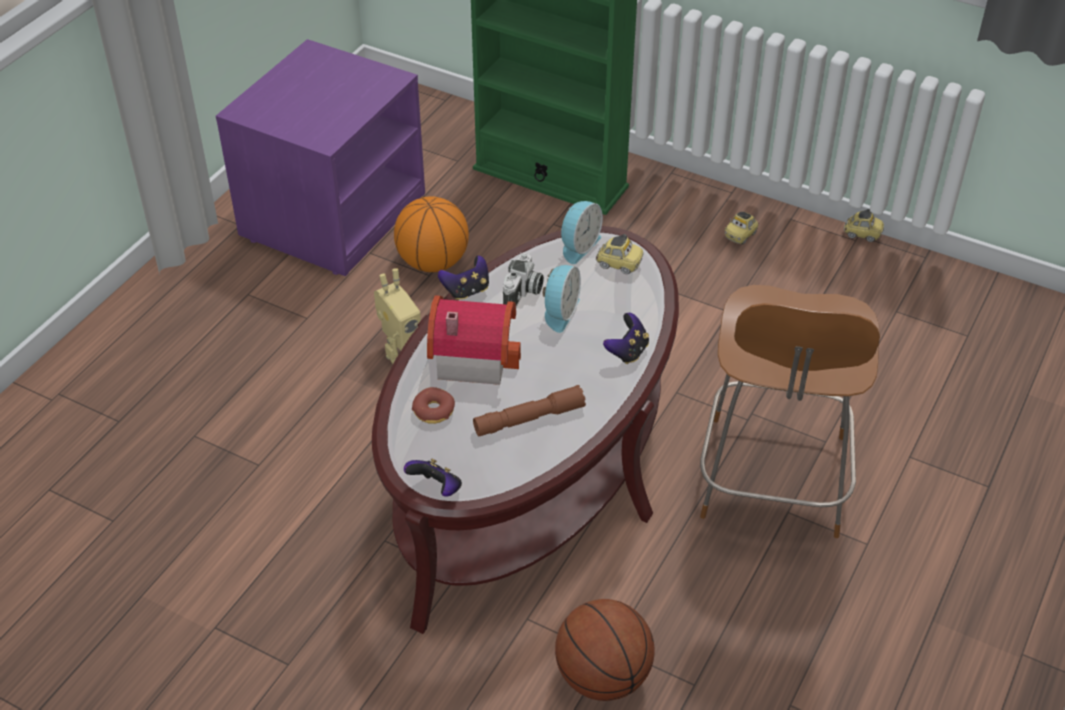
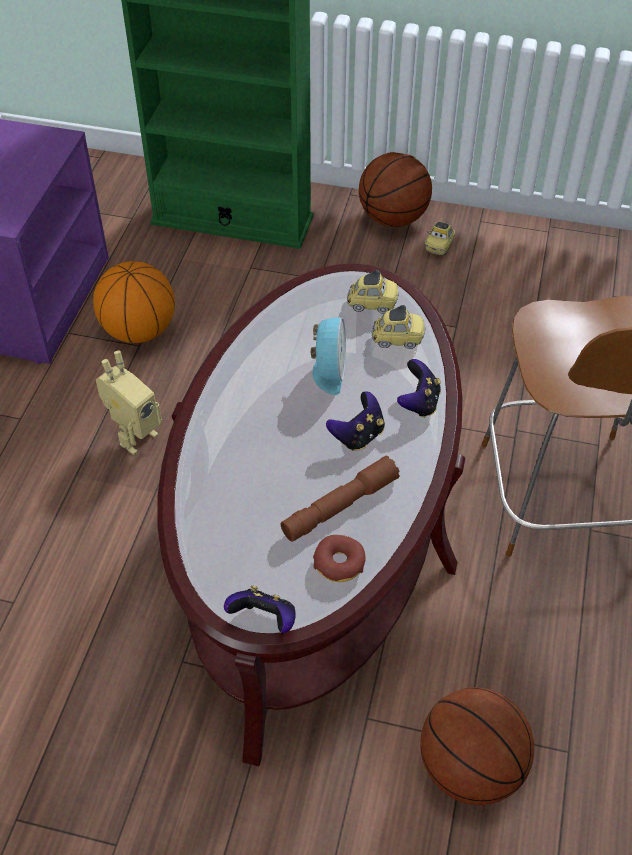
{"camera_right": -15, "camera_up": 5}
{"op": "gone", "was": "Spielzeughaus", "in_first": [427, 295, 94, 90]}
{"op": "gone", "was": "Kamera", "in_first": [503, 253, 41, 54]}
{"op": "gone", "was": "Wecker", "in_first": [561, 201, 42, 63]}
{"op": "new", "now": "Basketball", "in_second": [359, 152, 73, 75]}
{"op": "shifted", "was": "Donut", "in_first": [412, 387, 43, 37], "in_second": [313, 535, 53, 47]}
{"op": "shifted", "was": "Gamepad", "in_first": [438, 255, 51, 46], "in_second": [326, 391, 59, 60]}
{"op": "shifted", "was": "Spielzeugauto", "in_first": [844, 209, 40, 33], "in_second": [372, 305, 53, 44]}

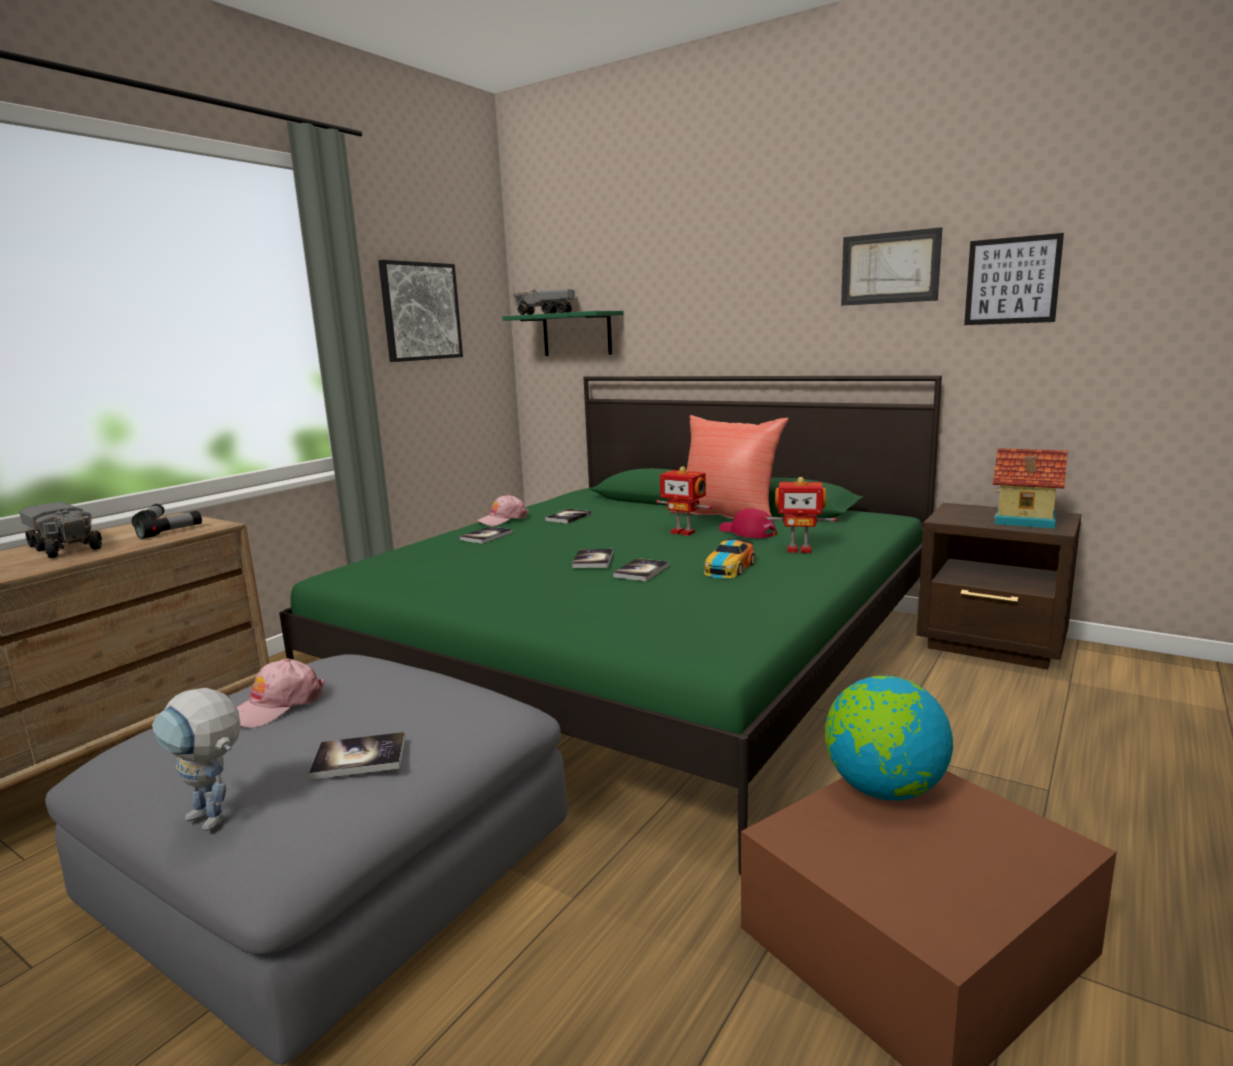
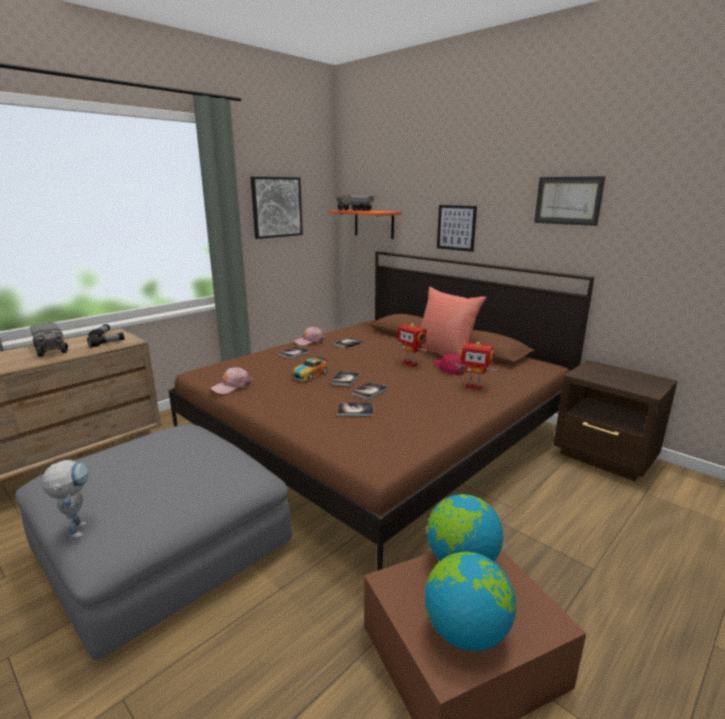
{"camera_right": 10, "camera_up": 5}
{"op": "gone", "was": "Spielzeughaus", "in_first": [993, 448, 75, 81]}
{"op": "new", "now": "Globus", "in_second": [425, 552, 91, 100]}
{"op": "shifted", "was": "Kappe/rosa", "in_first": [236, 659, 89, 69], "in_second": [210, 367, 42, 27]}
{"op": "shifted", "was": "Buch", "in_first": [309, 732, 96, 48], "in_second": [337, 403, 36, 13]}
{"op": "shifted", "was": "Spielzeugauto", "in_first": [704, 539, 51, 39], "in_second": [293, 357, 35, 24]}
{"op": "shifted", "was": "Bild", "in_first": [964, 233, 100, 92], "in_second": [437, 205, 40, 47]}
{"op": "repainted", "was": "Bett/grün", "now": "Bett/braun", "in_first": [279, 375, 663, 500], "in_second": [168, 251, 426, 320]}
{"op": "repainted", "was": "Wandregal/grün", "now": "Wandregal/orange", "in_first": [503, 311, 121, 45], "in_second": [329, 210, 73, 29]}
{"op": "rotated", "was": "Spielzeugroboter", "in_first": [152, 688, 88, 143], "in_second": [42, 460, 47, 78], "clockwise": -150}

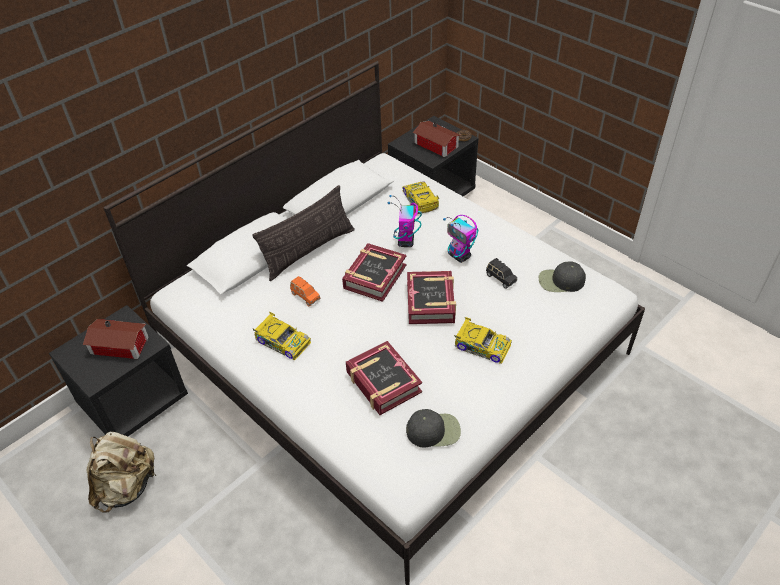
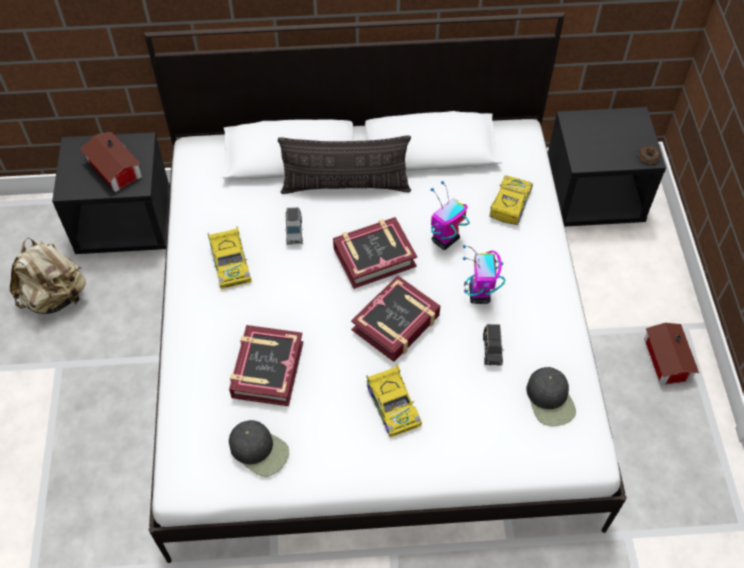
{"camera_right": 40, "camera_up": 10}
{"op": "shifted", "was": "Spielzeughaus", "in_first": [413, 121, 47, 36], "in_second": [644, 323, 55, 62]}
{"op": "repainted", "was": "Spielzeugauto/orange", "now": "Spielzeugauto/grau", "in_first": [290, 276, 31, 31], "in_second": [285, 207, 18, 38]}
{"op": "rotated", "was": "Kappe/schwarz", "in_first": [539, 262, 47, 30], "in_second": [526, 367, 50, 59], "clockwise": -150}

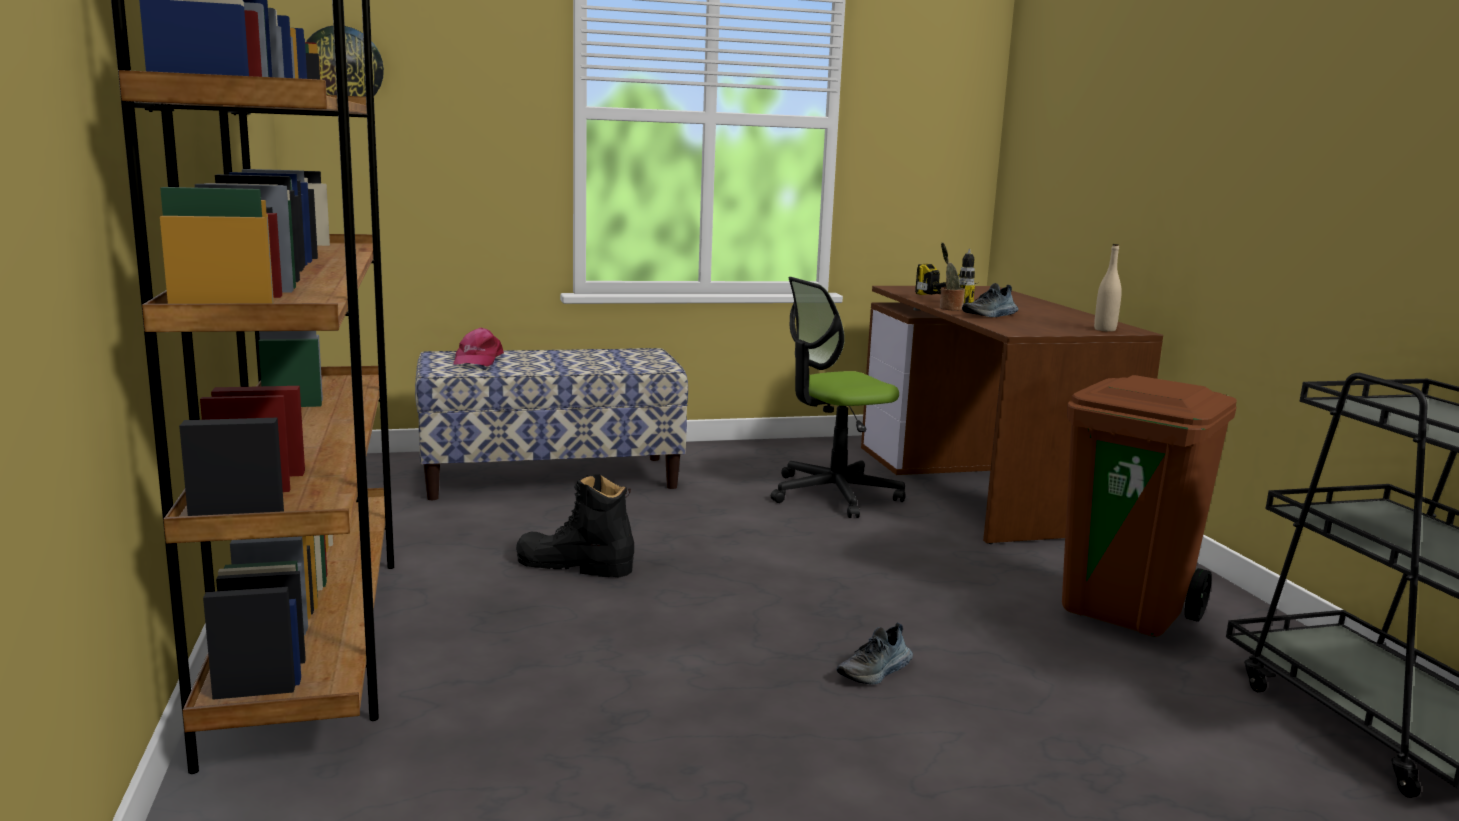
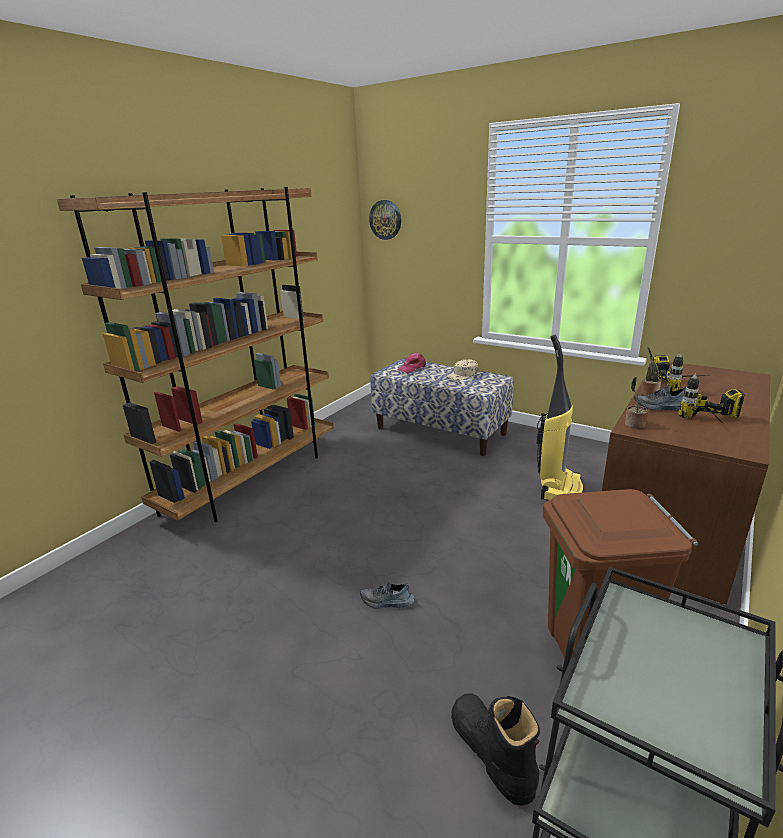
{"camera_right": 50, "camera_up": 10}
{"op": "gone", "was": "Flasche/beige", "in_first": [1094, 244, 28, 88]}
{"op": "new", "now": "Kappe/beige", "in_second": [445, 359, 33, 21]}
{"op": "new", "now": "Topfpflanze", "in_second": [625, 377, 23, 52]}
{"op": "new", "now": "Bohrmaschine", "in_second": [678, 374, 67, 47]}
{"op": "shifted", "was": "Stiefel/schwarz", "in_first": [516, 474, 118, 103], "in_second": [451, 693, 89, 113]}
{"op": "swapped", "was": "Bürostuhl", "now": "Staubsauger", "in_first": [771, 277, 135, 241], "in_second": [537, 335, 47, 166]}

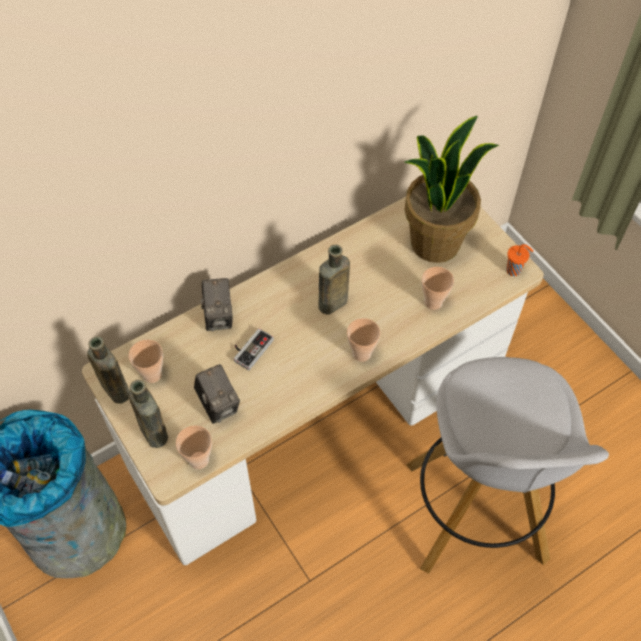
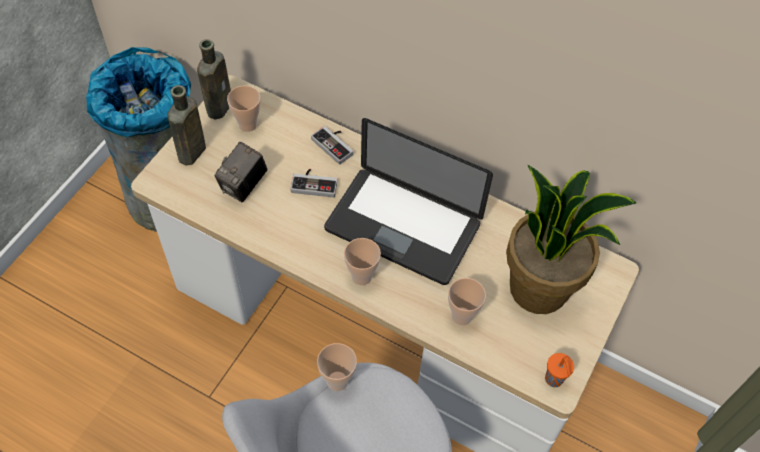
{"camera_right": 60, "camera_up": 0}
{"op": "shifted", "was": "Tasse", "in_first": [176, 425, 36, 44], "in_second": [317, 343, 40, 48]}
{"op": "swapped", "was": "Kamera", "now": "Gamepad", "in_first": [201, 278, 32, 53], "in_second": [311, 126, 43, 39]}
{"op": "swapped", "was": "Flasche/braun", "now": "Laptop", "in_first": [318, 244, 32, 71], "in_second": [324, 118, 169, 167]}

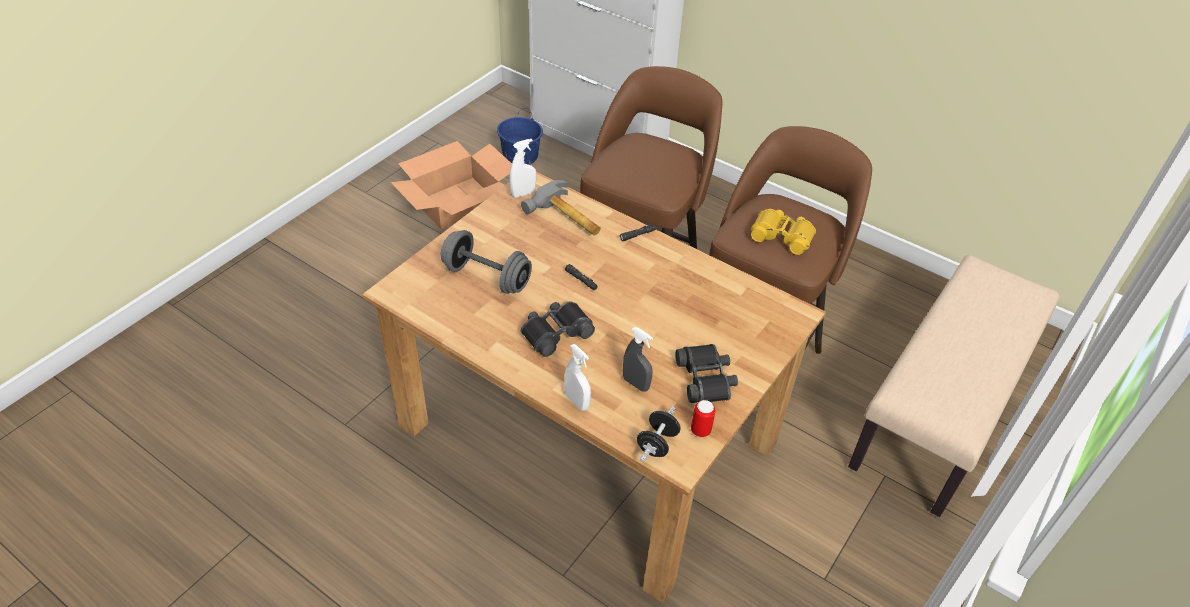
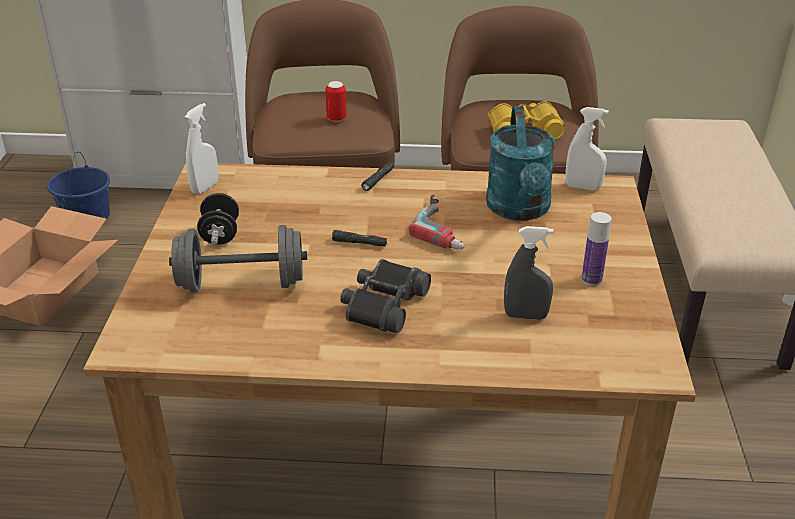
{"camera_right": -30, "camera_up": -10}
{"op": "gone", "was": "Hammer", "in_first": [521, 180, 80, 55]}
{"op": "new", "now": "Bohrmaschine", "in_second": [409, 194, 56, 56]}
{"op": "new", "now": "Gießkanne/türkis", "in_second": [486, 106, 70, 115]}
{"op": "shifted", "was": "Sprühflasche/weiß", "in_first": [564, 344, 27, 67], "in_second": [566, 107, 43, 83]}
{"op": "shifted", "was": "Hantel/schwarz", "in_first": [637, 406, 44, 56], "in_second": [197, 193, 42, 52]}
{"op": "shifted", "was": "Dose", "in_first": [691, 400, 25, 37], "in_second": [326, 81, 21, 41]}
{"op": "swapped", "was": "Fernglas/schwarz", "now": "Flasche", "in_first": [675, 344, 63, 59], "in_second": [581, 212, 30, 74]}

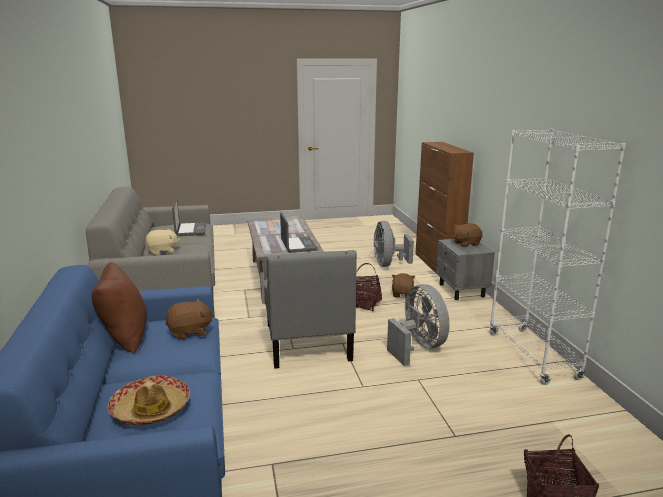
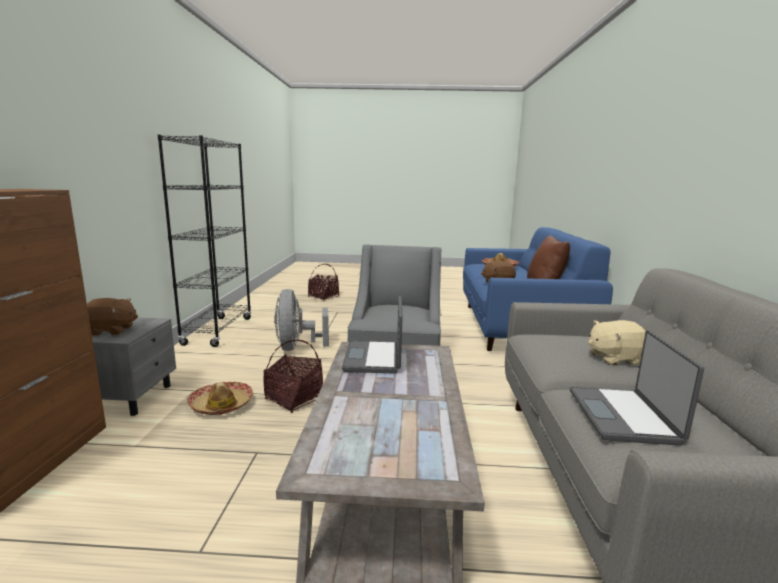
{"camera_right": -165, "camera_up": -5}
{"op": "gone", "was": "Ventilator/grau", "in_first": [374, 221, 40, 46]}
{"op": "swapped", "was": "Plüschtier/braun", "now": "Hut", "in_first": [391, 273, 24, 24], "in_second": [187, 382, 66, 33]}
{"op": "repainted", "was": "Bücherregal/weiß", "now": "Bücherregal/schwarz", "in_first": [489, 129, 137, 256], "in_second": [157, 135, 95, 212]}

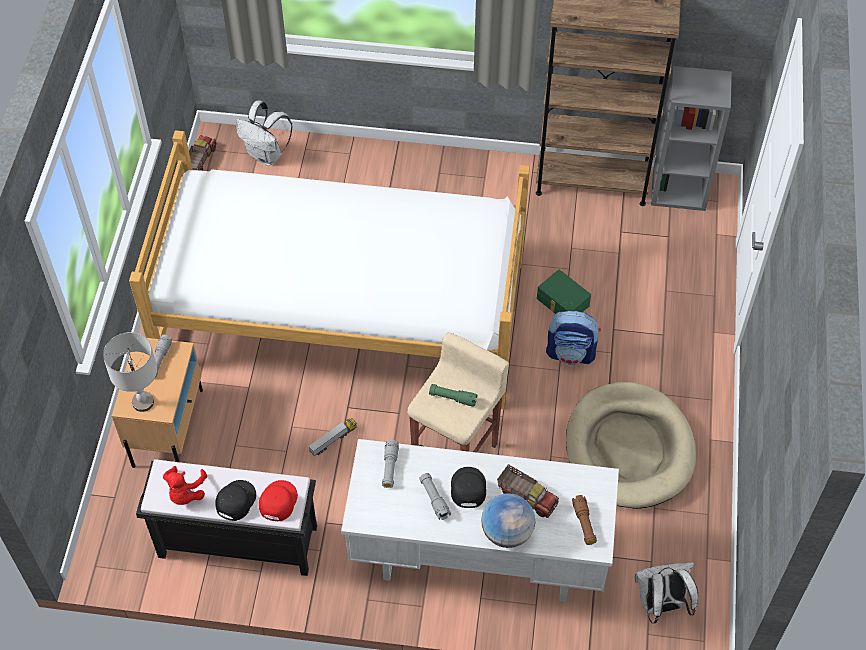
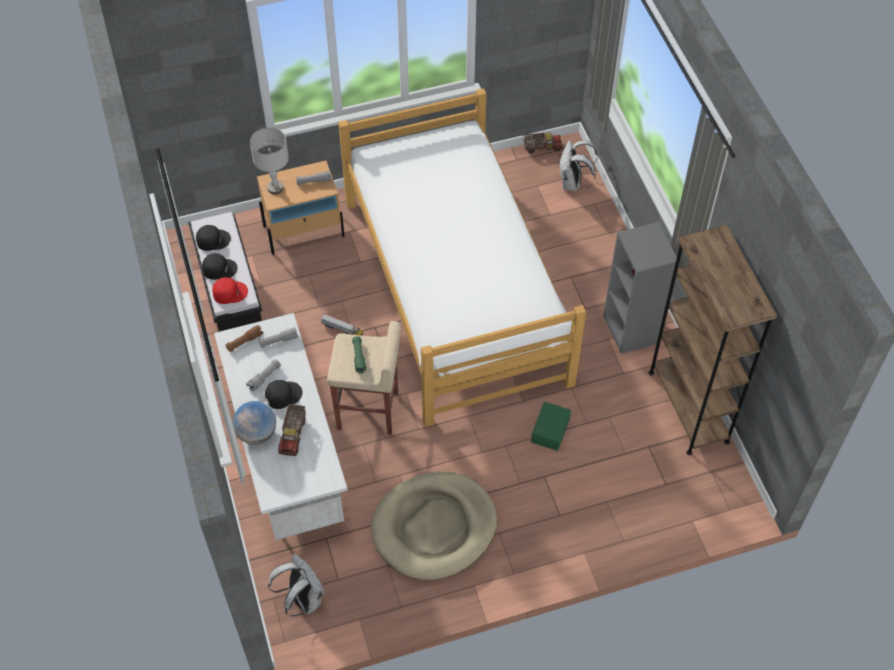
{"camera_right": 65, "camera_up": 0}
{"op": "gone", "was": "Rucksack", "in_first": [546, 311, 55, 54]}
{"op": "shifted", "was": "Taschenlampe/braun", "in_first": [572, 495, 25, 50], "in_second": [226, 325, 37, 27]}
{"op": "shifted", "was": "Bücherregal/grau", "in_first": [651, 66, 81, 145], "in_second": [603, 222, 74, 132]}
{"op": "swapped", "was": "Plüschtier/rot", "now": "Kappe/schwarz", "in_first": [163, 466, 44, 39], "in_second": [196, 225, 35, 26]}

